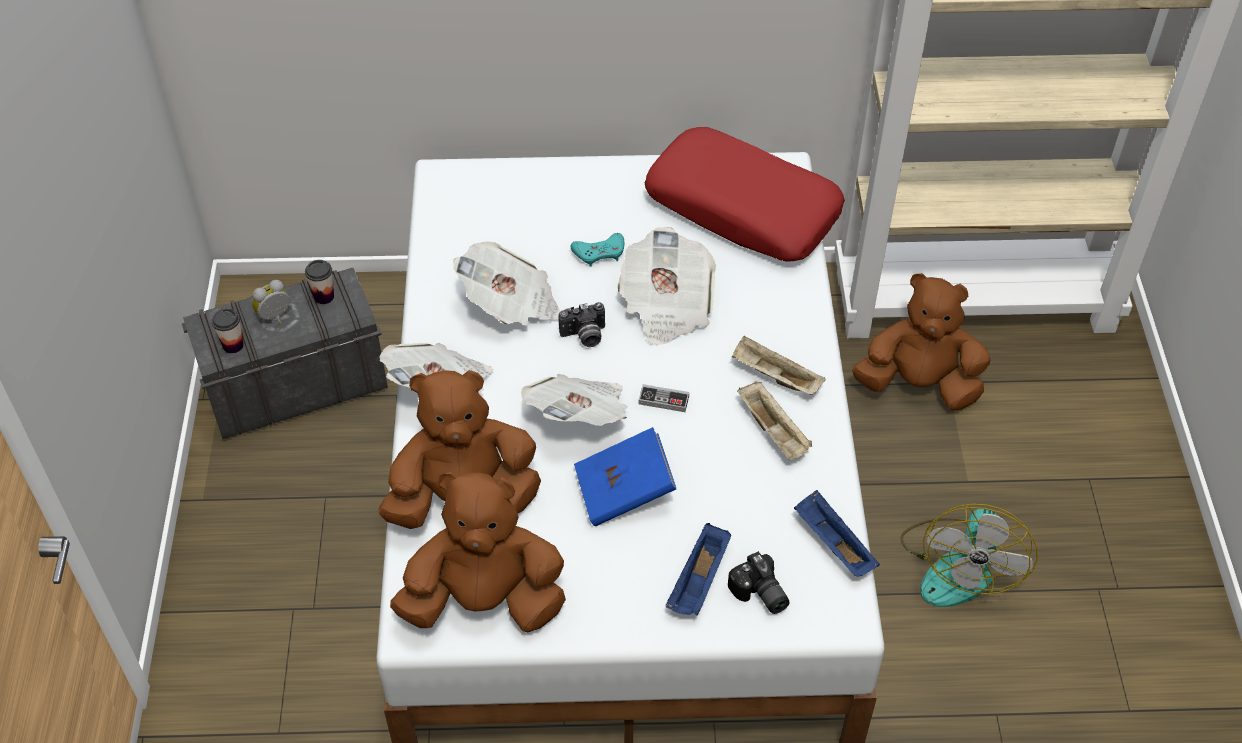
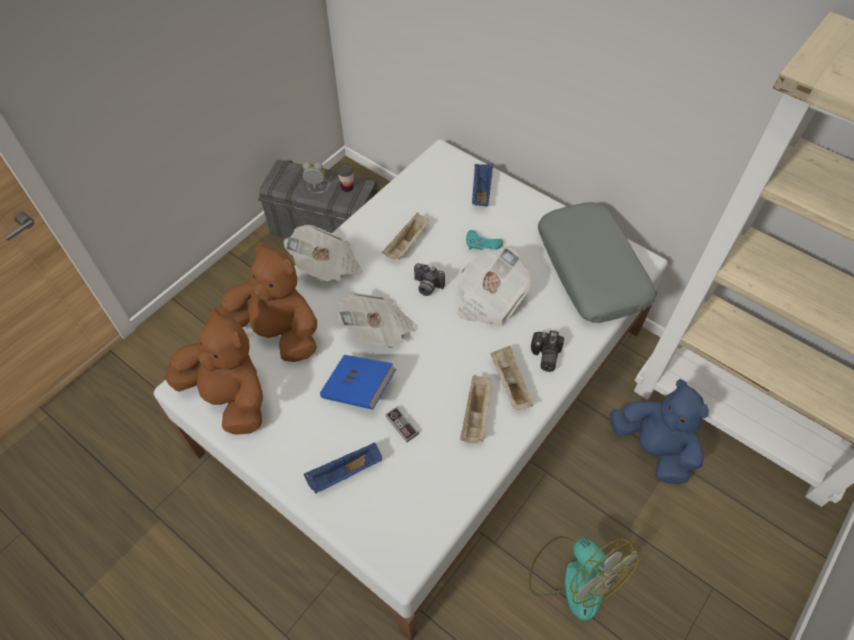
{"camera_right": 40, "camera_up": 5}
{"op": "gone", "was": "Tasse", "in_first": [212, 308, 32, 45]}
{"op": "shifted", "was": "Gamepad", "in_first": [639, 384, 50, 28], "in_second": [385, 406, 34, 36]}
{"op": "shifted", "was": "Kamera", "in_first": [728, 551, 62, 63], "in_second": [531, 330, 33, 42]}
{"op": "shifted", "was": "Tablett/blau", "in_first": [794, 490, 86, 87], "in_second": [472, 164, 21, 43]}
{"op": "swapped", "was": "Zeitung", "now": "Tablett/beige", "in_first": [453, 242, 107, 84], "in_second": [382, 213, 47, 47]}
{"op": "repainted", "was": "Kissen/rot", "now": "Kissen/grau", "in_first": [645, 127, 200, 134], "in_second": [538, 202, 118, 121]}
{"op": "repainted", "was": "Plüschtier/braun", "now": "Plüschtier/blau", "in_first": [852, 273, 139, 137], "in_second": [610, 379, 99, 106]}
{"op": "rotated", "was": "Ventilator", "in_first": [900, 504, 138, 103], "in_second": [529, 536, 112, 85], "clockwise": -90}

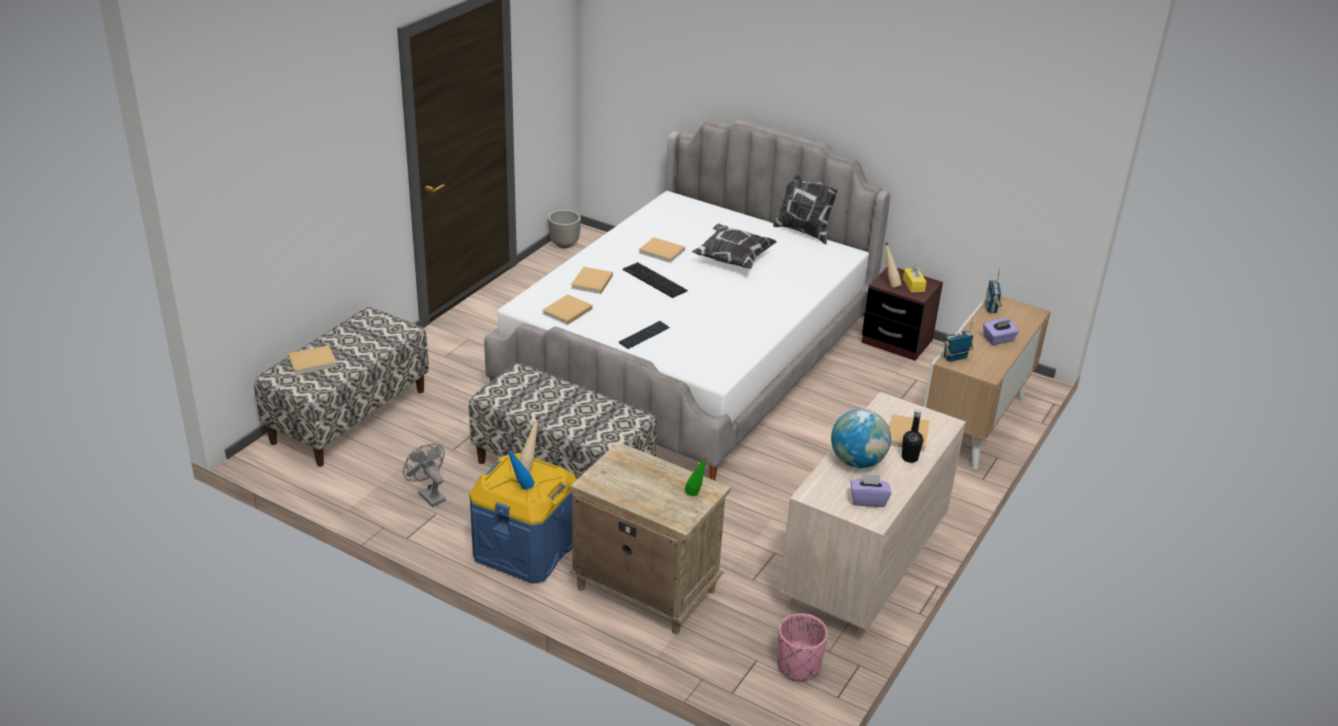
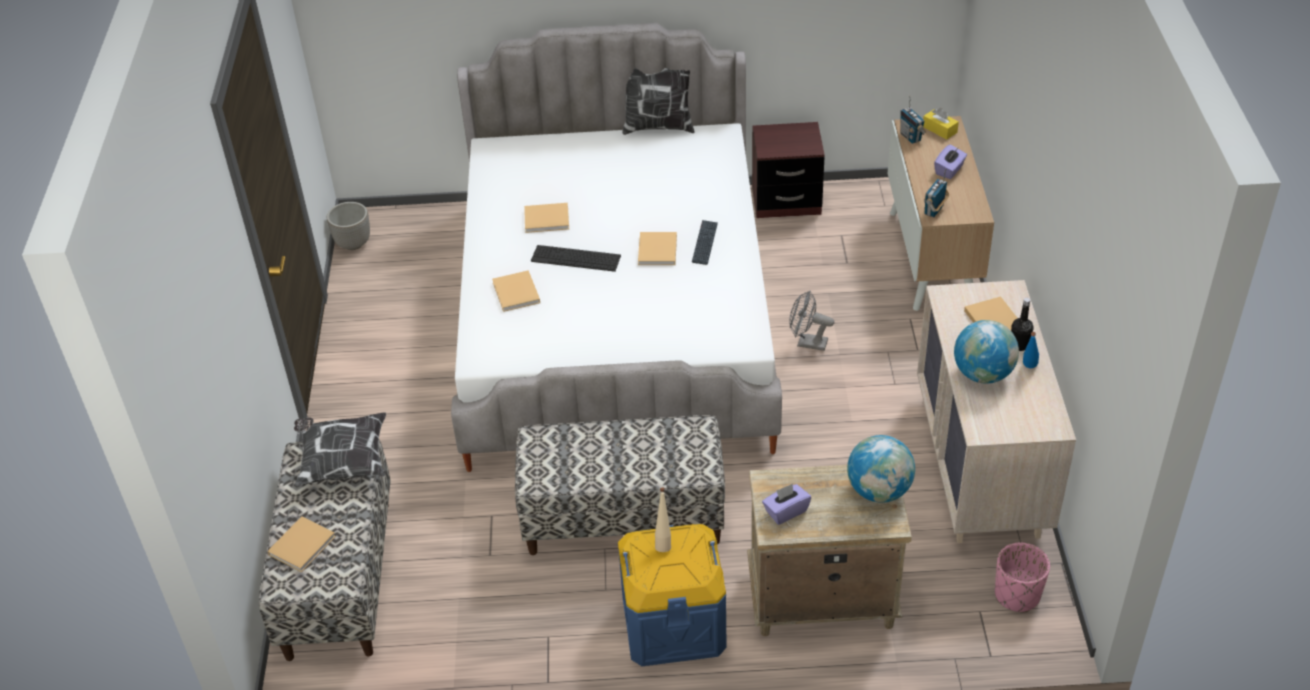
{"camera_right": -30, "camera_up": 10}
{"op": "gone", "was": "Flasche/beige", "in_first": [885, 242, 16, 45]}
{"op": "shifted", "was": "Ventilator/grau", "in_first": [403, 444, 43, 63], "in_second": [789, 290, 45, 61]}
{"op": "shifted", "was": "Flasche/blau", "in_first": [506, 446, 28, 44], "in_second": [1023, 332, 16, 36]}
{"op": "shifted", "was": "Buch/beige", "in_first": [542, 294, 51, 31], "in_second": [638, 232, 39, 33]}
{"op": "shifted", "was": "Tastatur", "in_first": [619, 321, 51, 28], "in_second": [692, 220, 26, 45]}
{"op": "shifted", "was": "Kissen", "in_first": [692, 224, 85, 45], "in_second": [294, 413, 92, 73]}
{"op": "shifted", "was": "Taschentuchbox/lila", "in_first": [850, 474, 41, 33], "in_second": [762, 483, 49, 42]}
{"op": "shifted", "was": "Taschentuchbox/gelb", "in_first": [903, 265, 23, 27], "in_second": [923, 108, 36, 32]}
{"op": "swapped", "was": "Flasche/grün", "now": "Globus", "in_first": [685, 456, 22, 40], "in_second": [847, 435, 68, 68]}

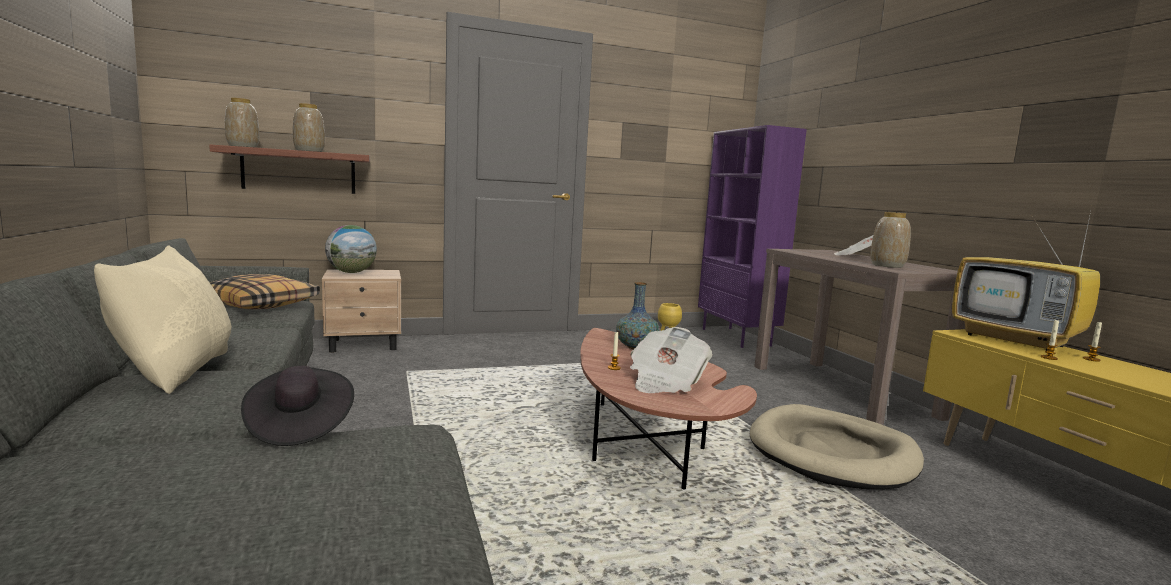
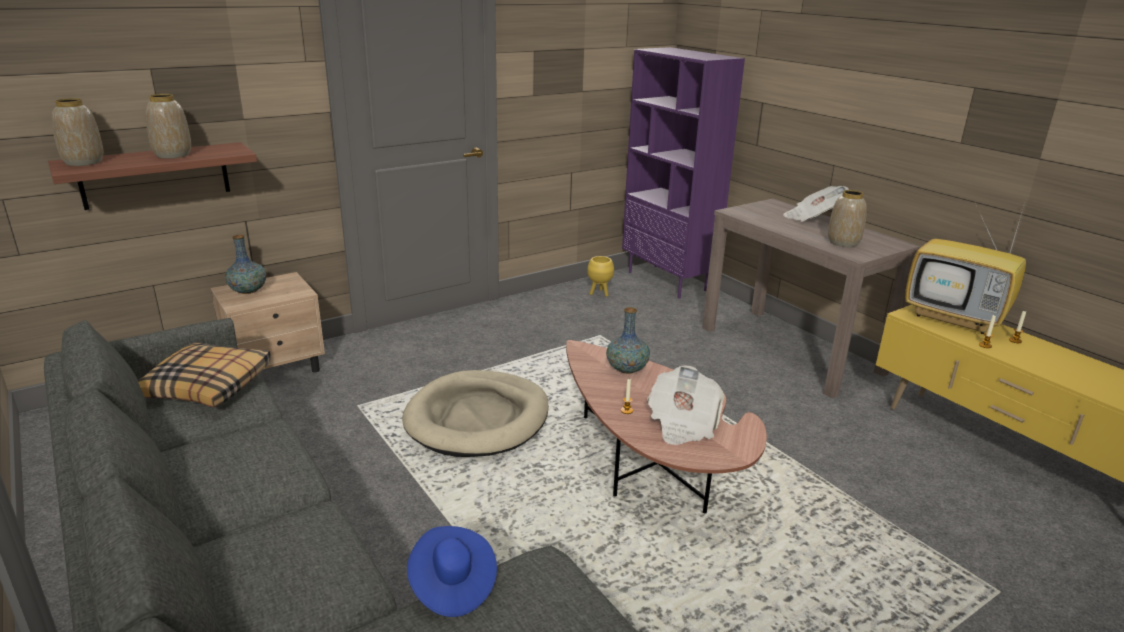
{"camera_right": -15, "camera_up": 15}
{"op": "gone", "was": "Kissen/beige", "in_first": [94, 245, 138, 149]}
{"op": "shifted", "was": "Hundebett/beige", "in_first": [750, 404, 174, 85], "in_second": [402, 370, 146, 87]}
{"op": "swapped", "was": "Globus", "now": "Vase", "in_first": [325, 225, 52, 48], "in_second": [225, 235, 41, 59]}
{"op": "repainted", "was": "Hut/schwarz", "now": "Hut/blau", "in_first": [241, 366, 113, 80], "in_second": [407, 526, 90, 91]}

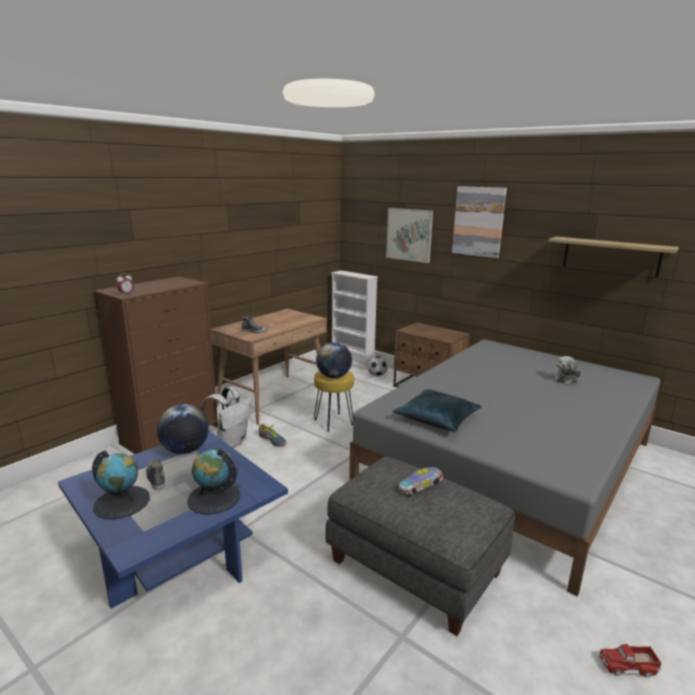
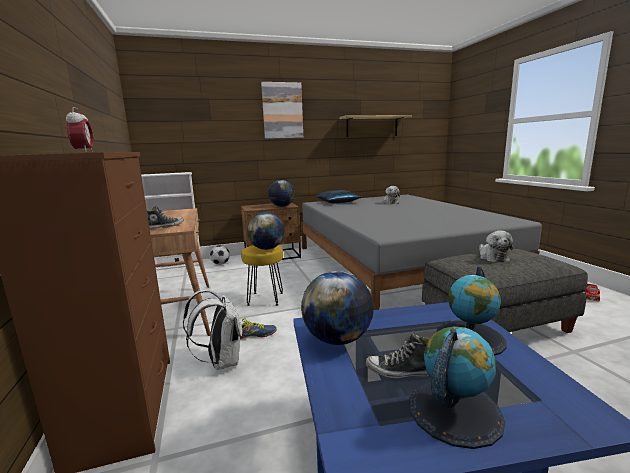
{"camera_right": -55, "camera_up": -5}
{"op": "gone", "was": "Bild", "in_first": [386, 208, 47, 55]}
{"op": "new", "now": "Globus", "in_second": [268, 180, 27, 27]}
{"op": "shifted", "was": "Kissen/blau", "in_first": [392, 389, 90, 43], "in_second": [316, 190, 46, 13]}
{"op": "swapped", "was": "Spielzeugauto", "now": "Plüschtier", "in_first": [399, 467, 44, 28], "in_second": [479, 230, 34, 33]}

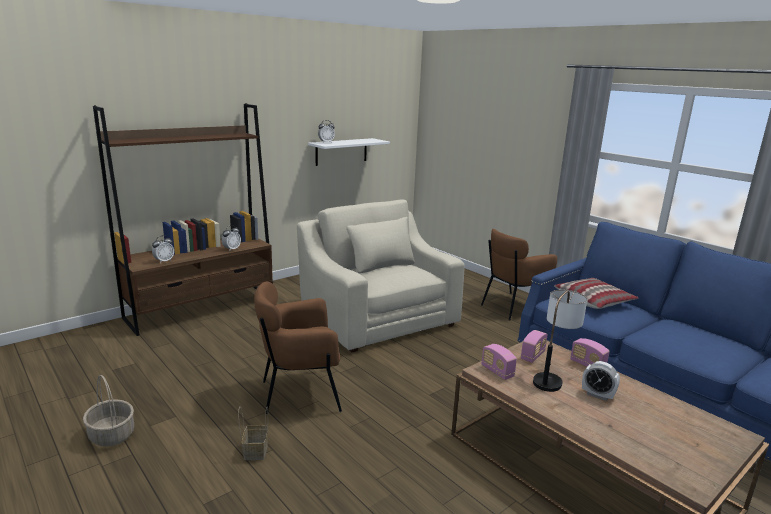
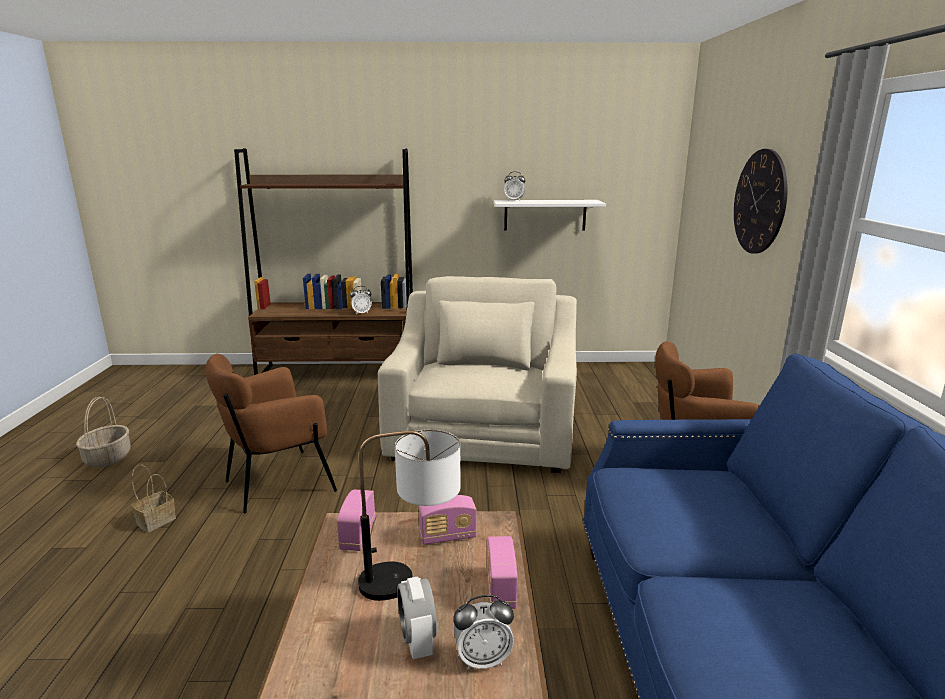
{"camera_right": 40, "camera_up": 0}
{"op": "gone", "was": "Kissen", "in_first": [554, 278, 84, 31]}
{"op": "new", "now": "Wanduhr", "in_second": [734, 149, 54, 105]}
{"op": "shifted", "was": "Wecker", "in_first": [152, 236, 22, 28], "in_second": [453, 595, 61, 75]}
{"op": "rotated", "was": "Sessel/braun", "in_first": [254, 282, 88, 132], "in_second": [206, 354, 131, 159], "clockwise": -60}

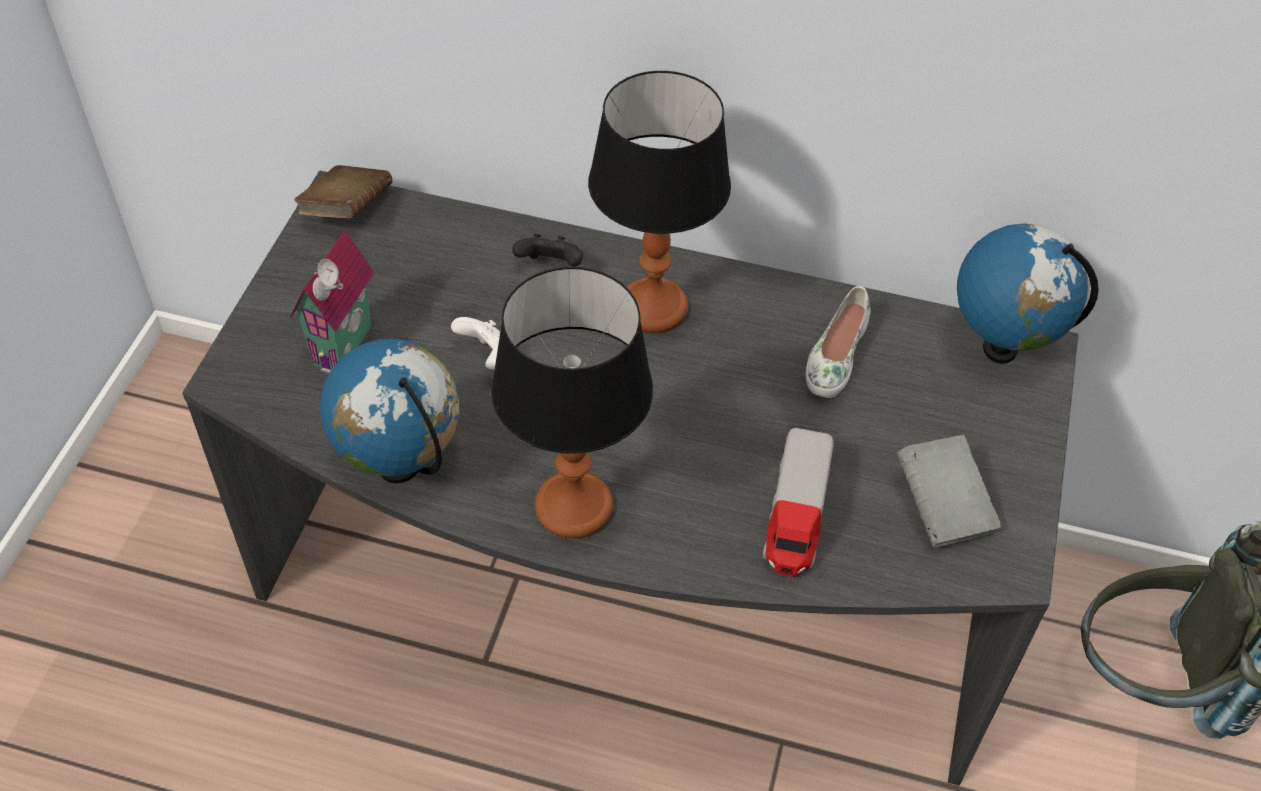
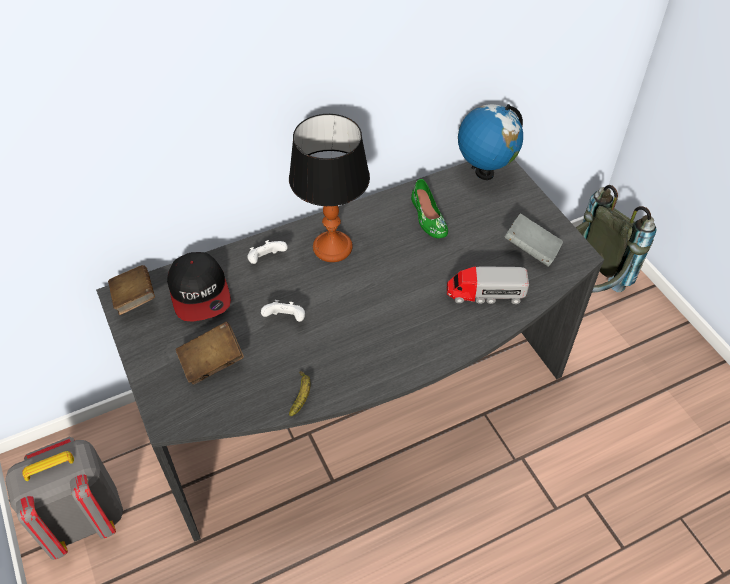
{"camera_right": -40, "camera_up": 0}
{"op": "gone", "was": "Tischlampe", "in_first": [491, 267, 162, 272]}
{"op": "new", "now": "Rucksack/grau", "in_second": [5, 437, 118, 123]}
{"op": "new", "now": "Kappe", "in_second": [167, 252, 64, 69]}
{"op": "swapped", "was": "Spielzeughaus", "now": "Buch/braun", "in_first": [289, 230, 85, 144], "in_second": [176, 321, 68, 63]}
{"op": "swapped", "was": "Globus", "now": "Banane", "in_first": [320, 338, 140, 146], "in_second": [289, 371, 21, 45]}
{"op": "repainted", "was": "Gamepad/schwarz", "now": "Gamepad/weiß", "in_first": [512, 234, 71, 33], "in_second": [247, 240, 41, 24]}
{"op": "repainted", "was": "Schuh/weiß", "now": "Schuh/grün", "in_first": [806, 286, 65, 112], "in_second": [411, 179, 37, 59]}
{"op": "rotated", "was": "Spielzeuglaster", "in_first": [763, 428, 71, 149], "in_second": [446, 266, 83, 38], "clockwise": 120}

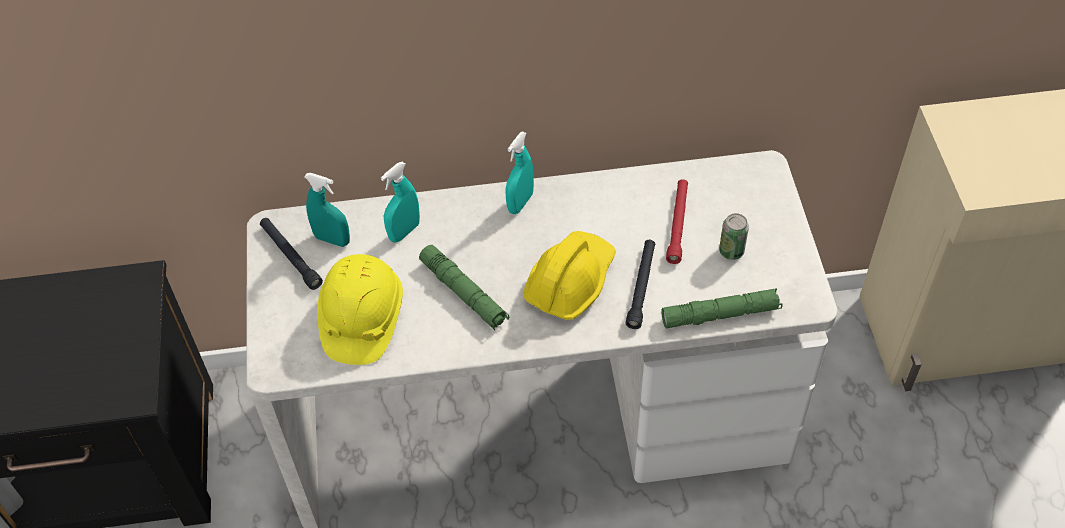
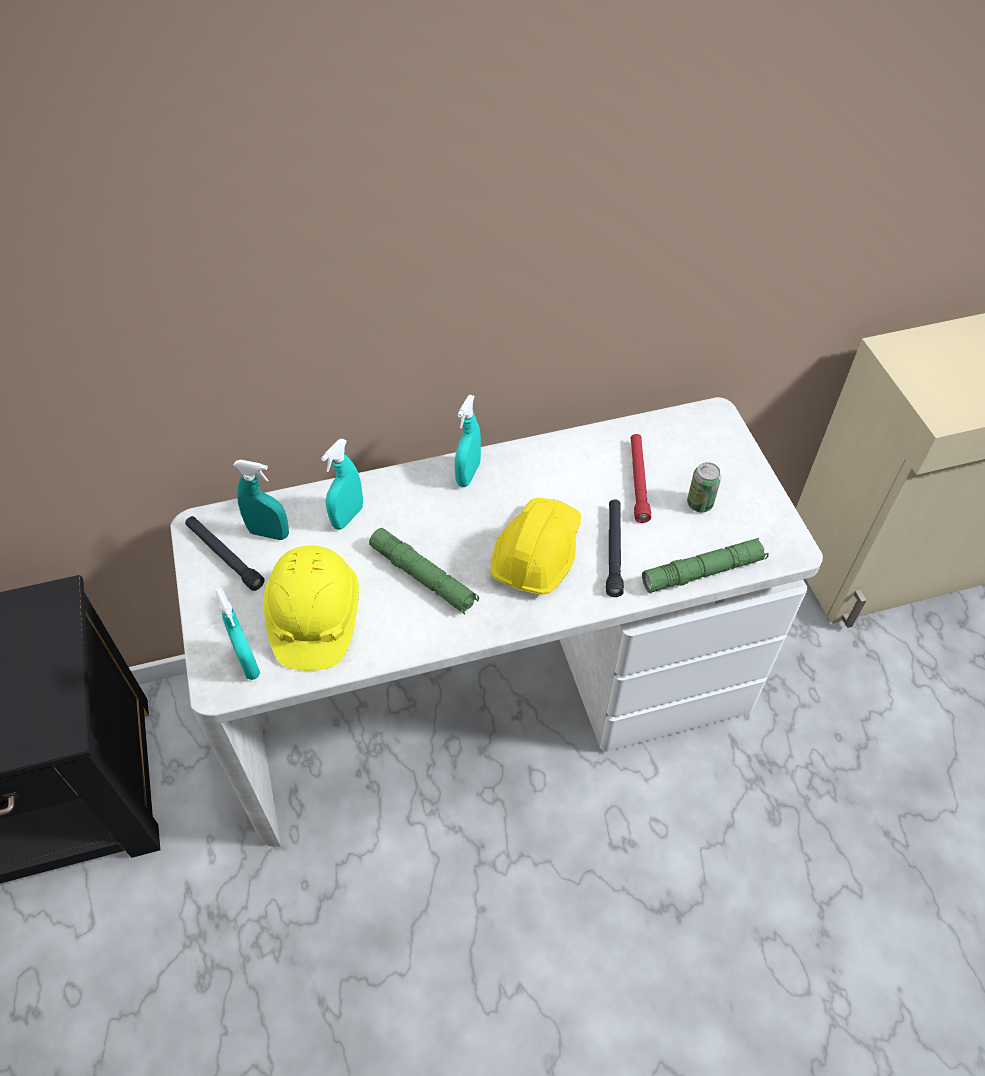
{"camera_right": -10, "camera_up": 0}
{"op": "new", "now": "Sprühflasche/türkis", "in_second": [215, 587, 45, 93]}

